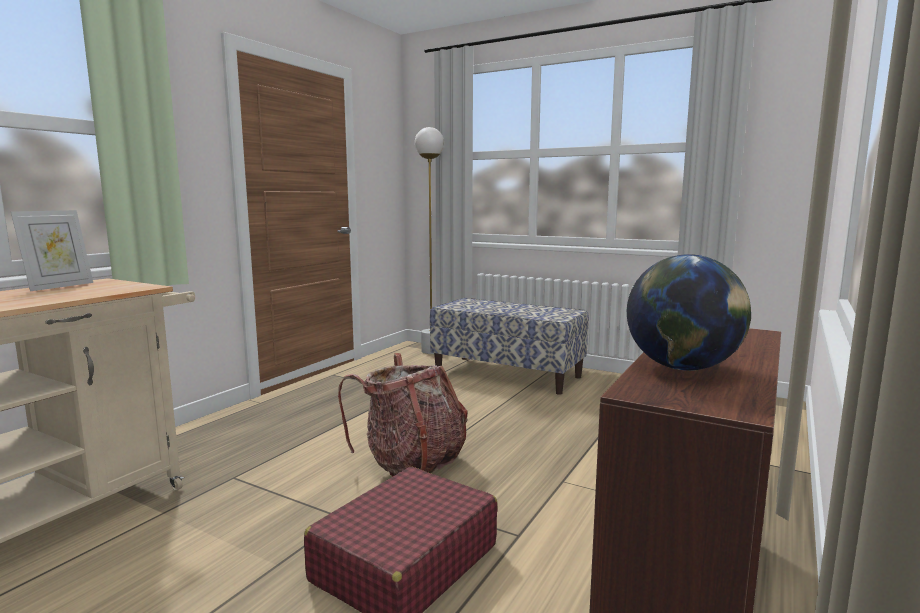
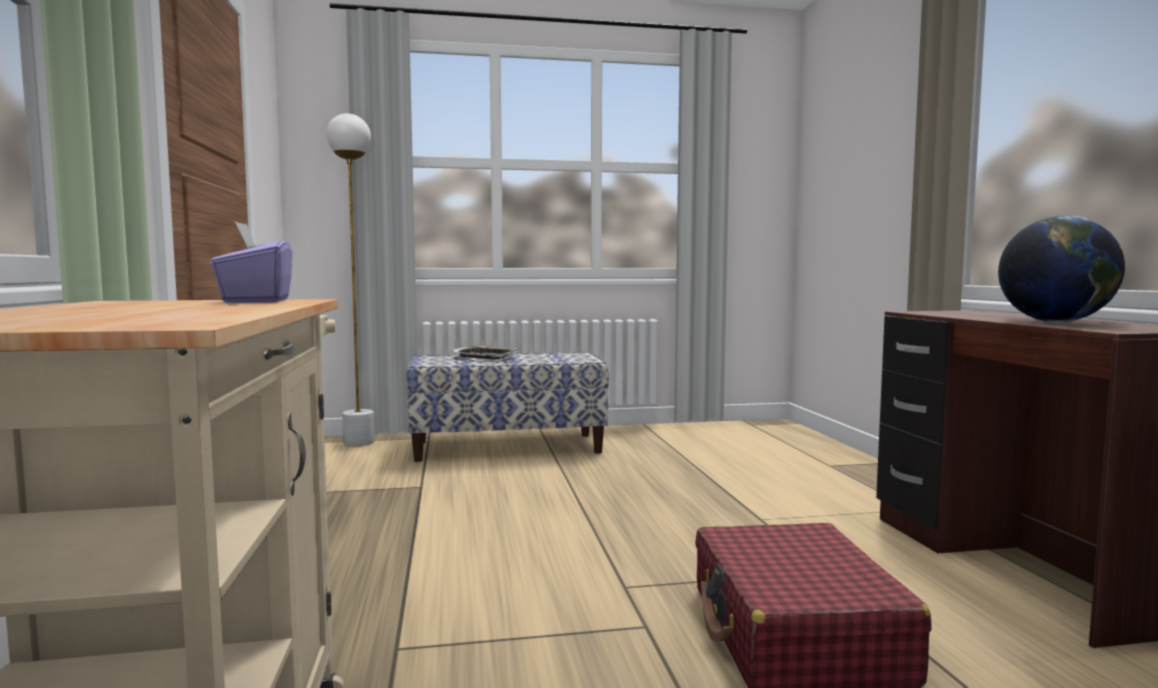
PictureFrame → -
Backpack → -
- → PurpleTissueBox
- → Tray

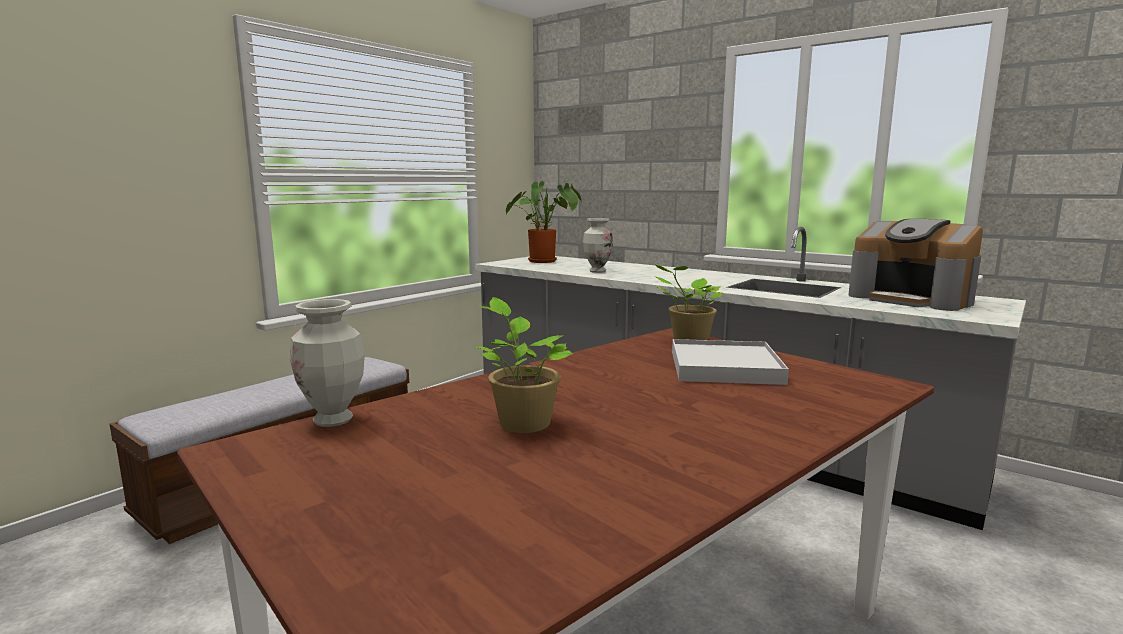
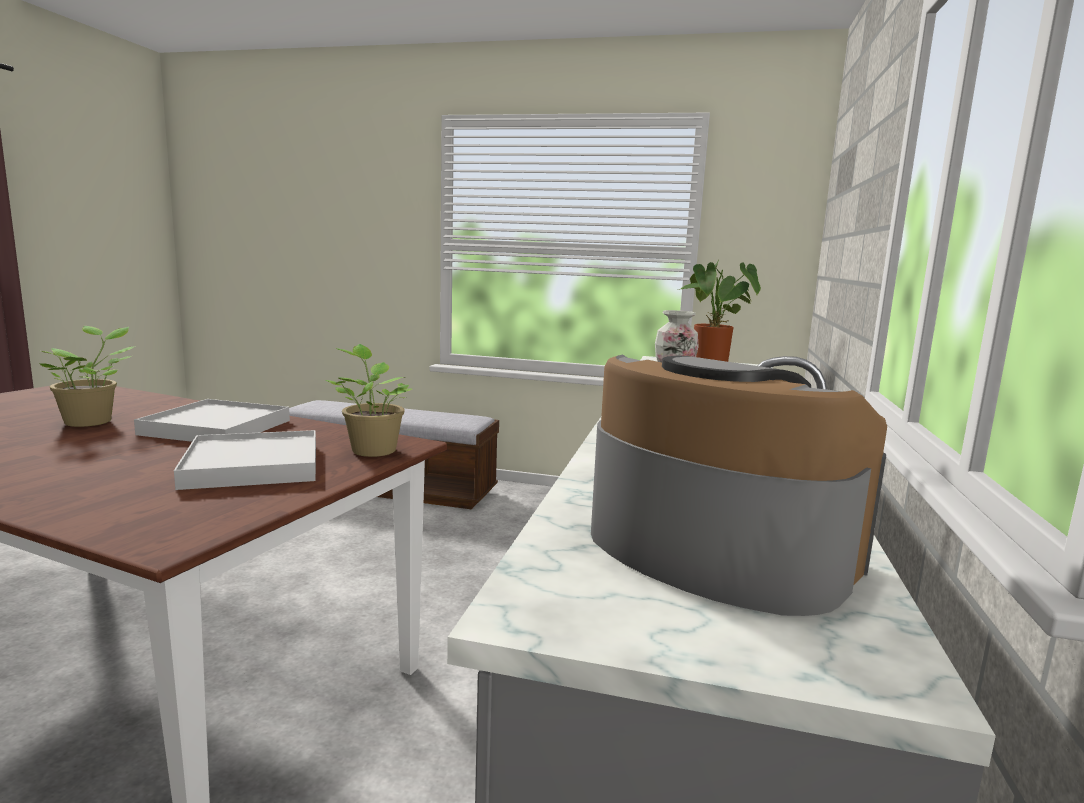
Vase (no. 1 from left) → -
CoffeeMachine, 105 degrees clockwise
- → WhiteTray (no. 1 from left)

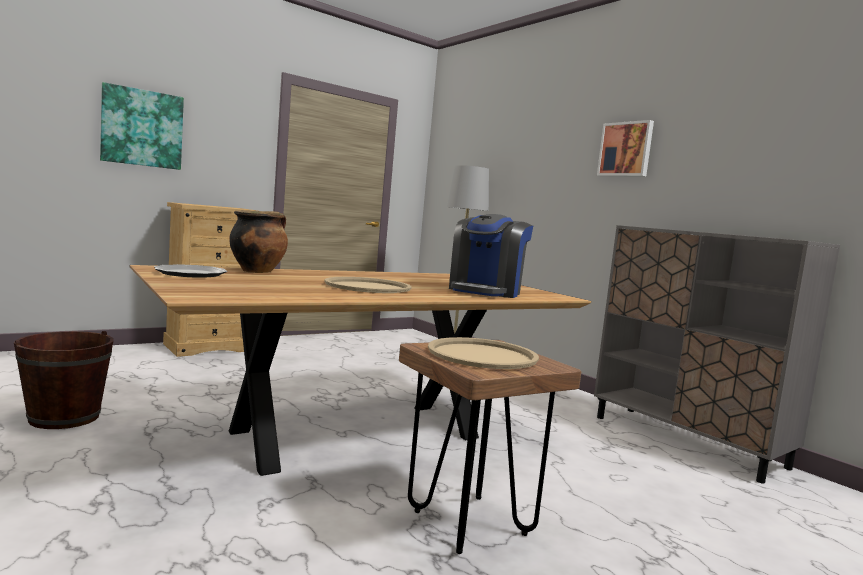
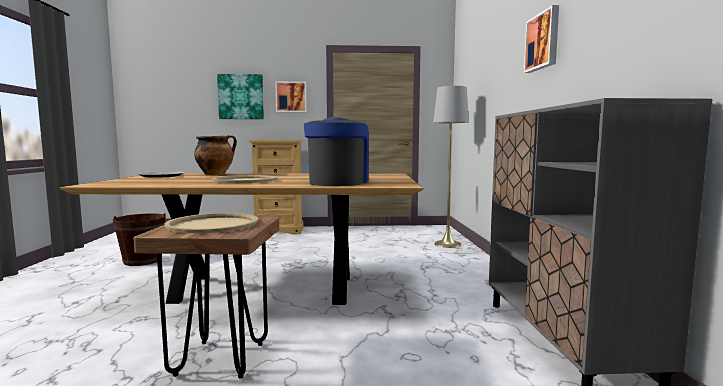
CoffeeMachine, 135 degrees clockwise
- → Picture (no. 2 from left)

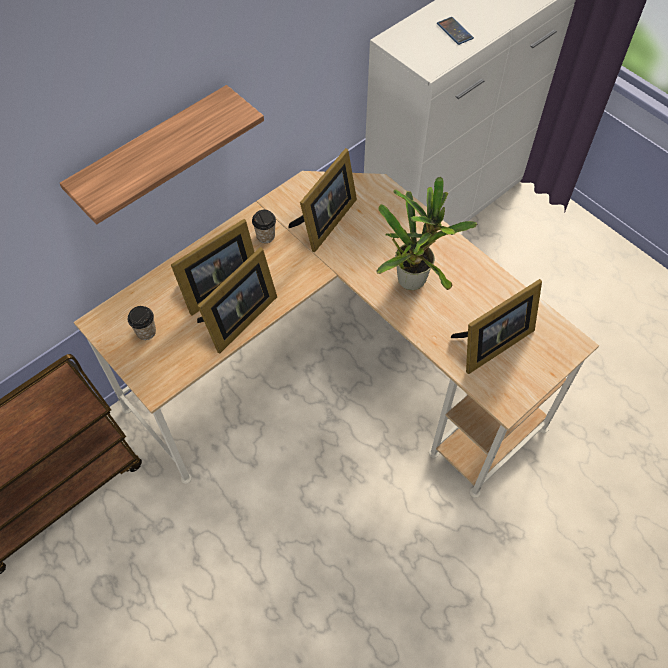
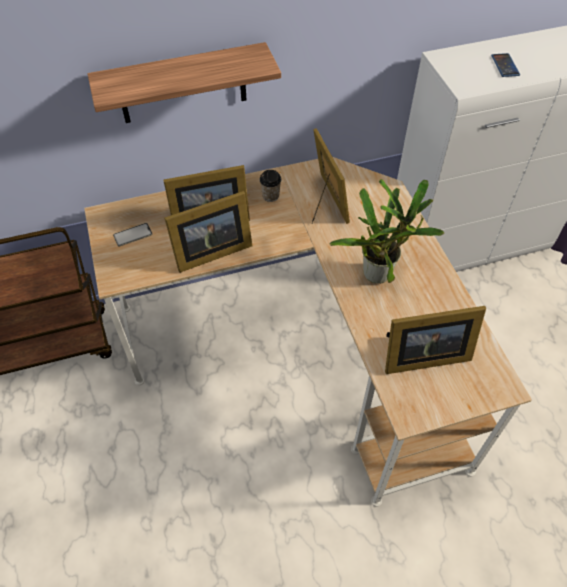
Cup (no. 1 from left) → Phone (no. 1 from left)
PictureFrame (no. 3 from left), 75 degrees counterclockwise

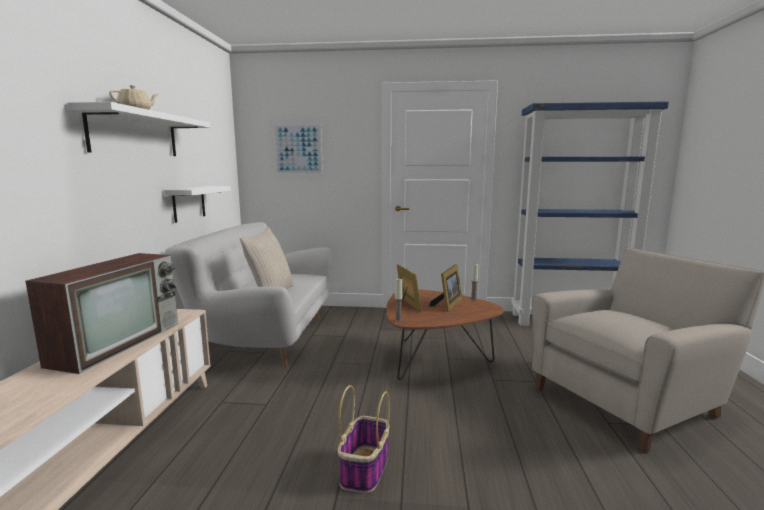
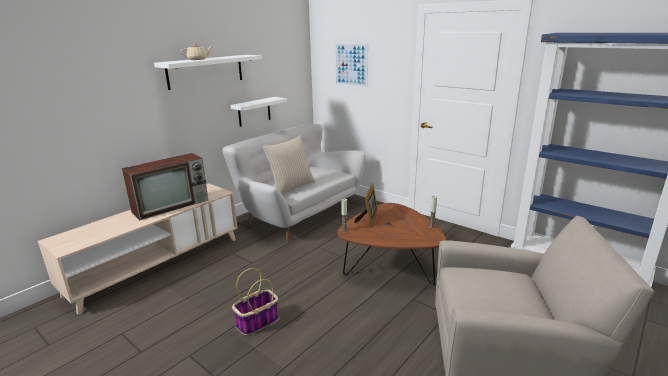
PictureFrame (no. 2 from left) → -

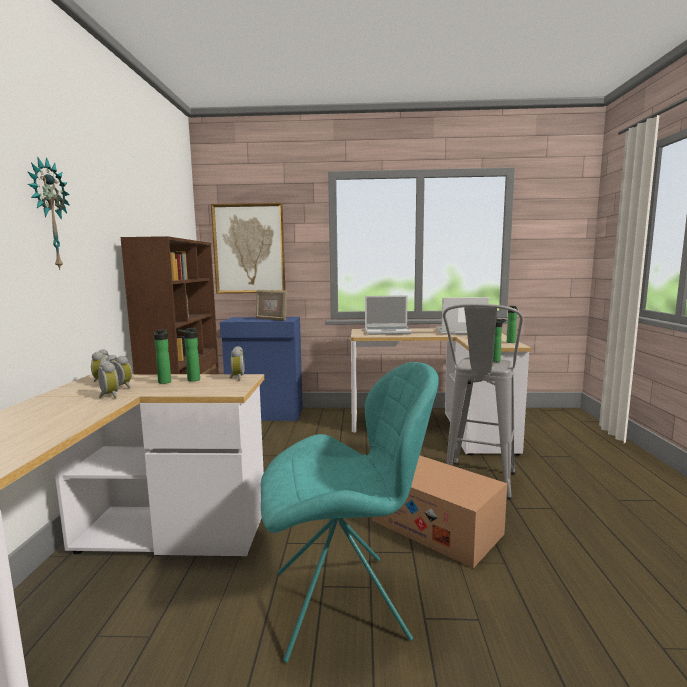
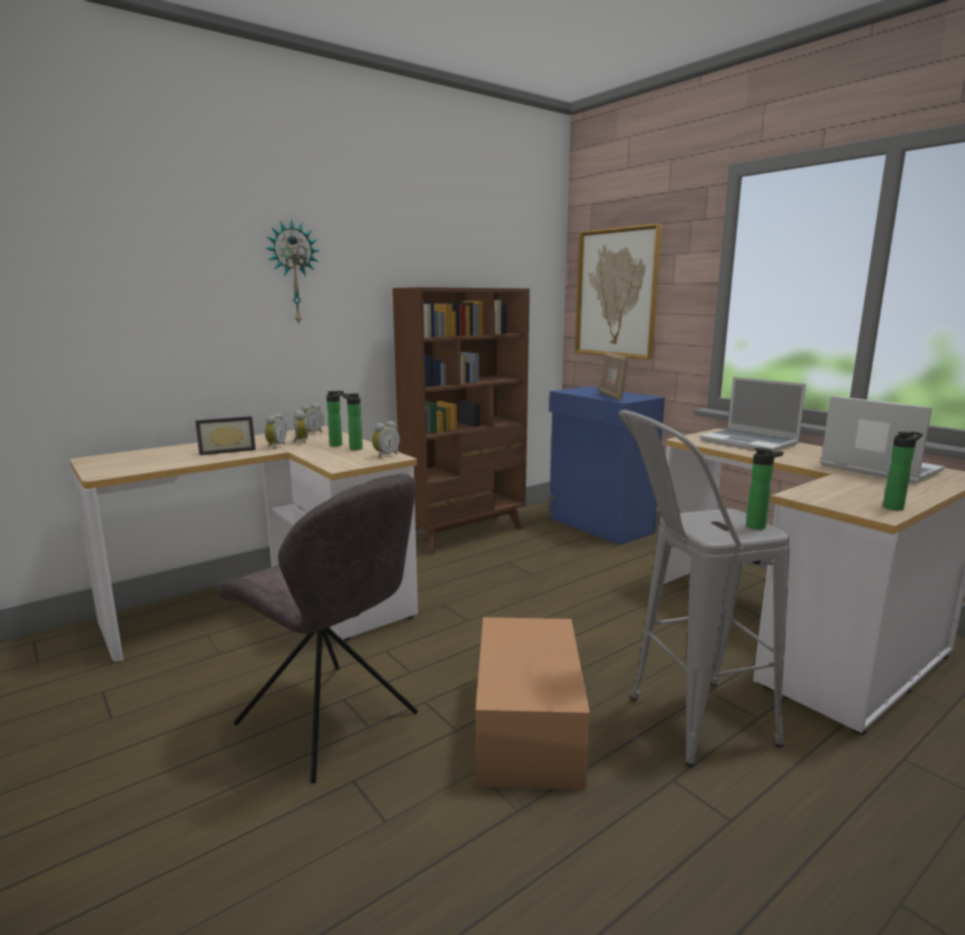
TurquoiseChair → GreyChair
- → PictureFrame (no. 1 from left)

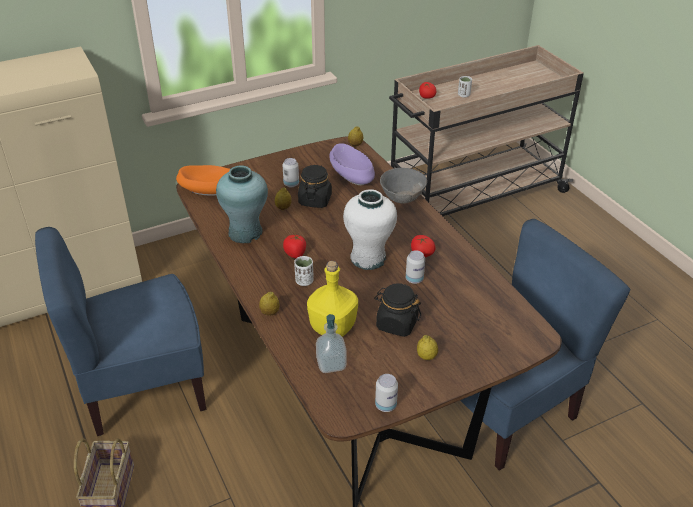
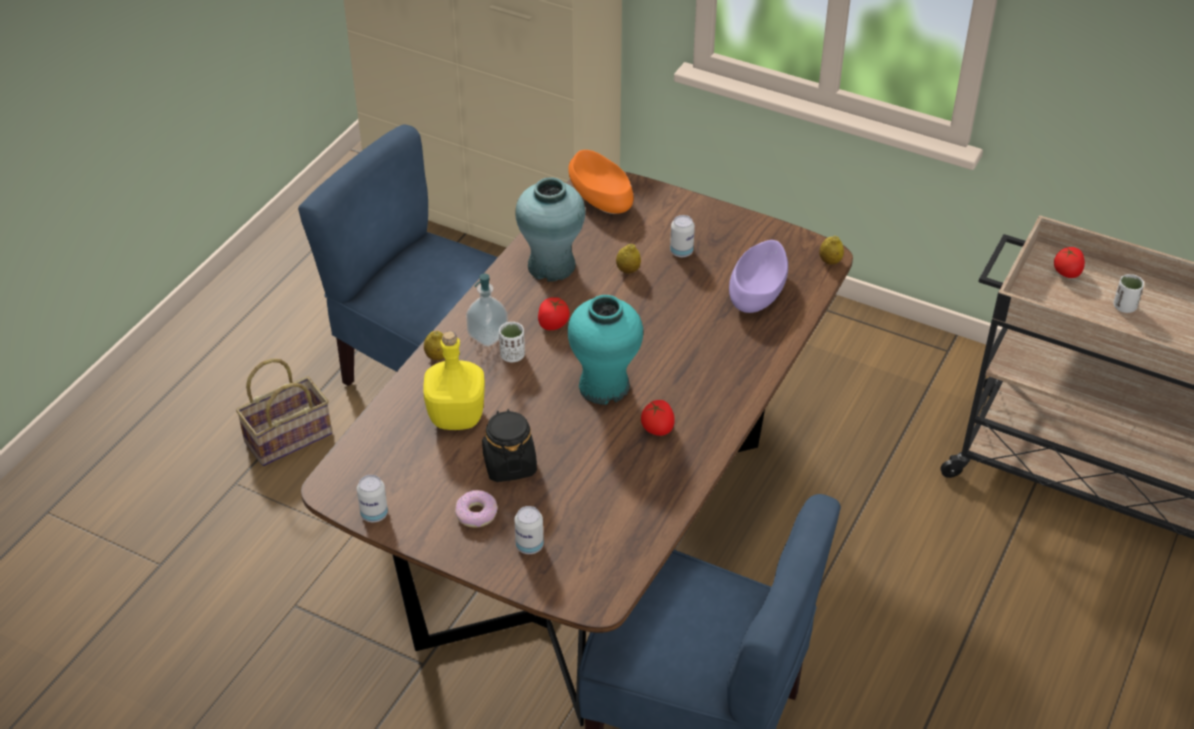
BlackJar (no. 1 from left) → -
SoapDispenser, relocated
WhiteVase → TurquoiseVase (no. 2 from left)
GreyBowl → -
Can (no. 3 from left in the first image) → Can (no. 2 from left), relocated
Lemon (no. 4 from left) → Donut

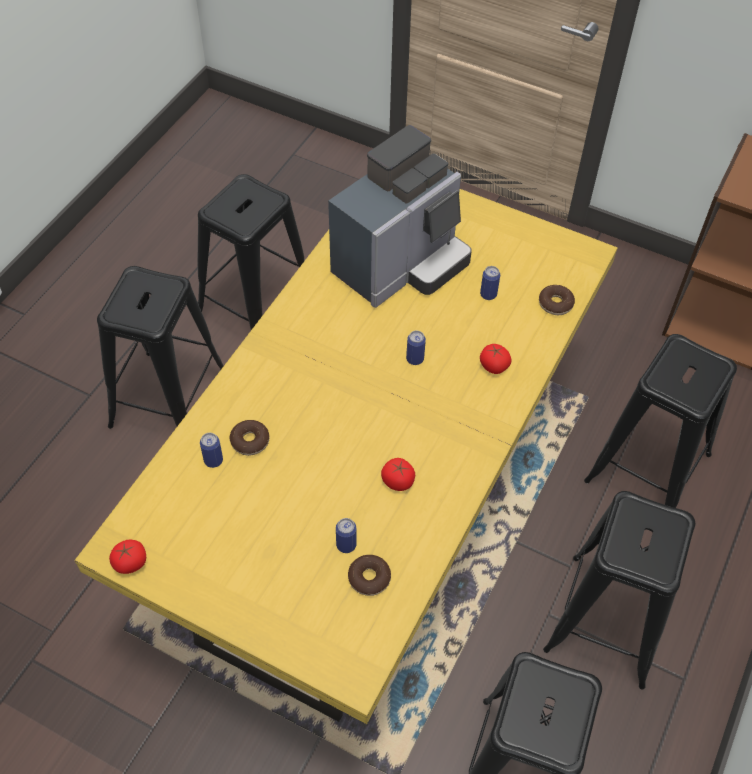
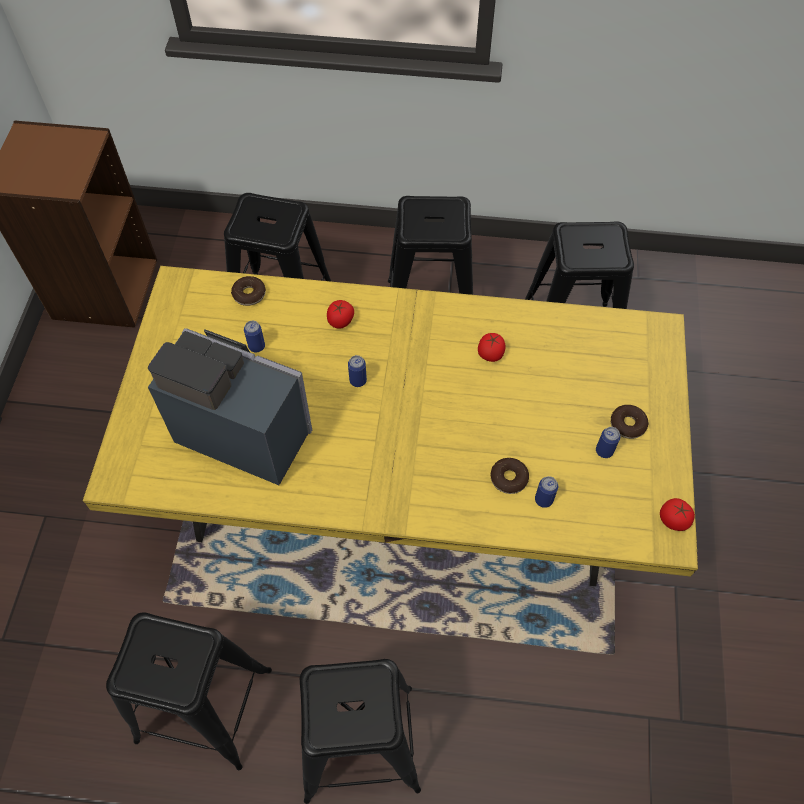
Can (no. 2 from left in the first image) → Can (no. 4 from left), relocated
Donut (no. 2 from left in the first image) → Donut (no. 3 from left), relocated

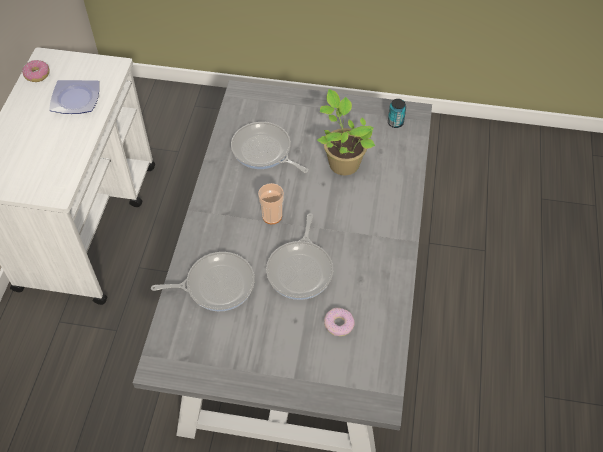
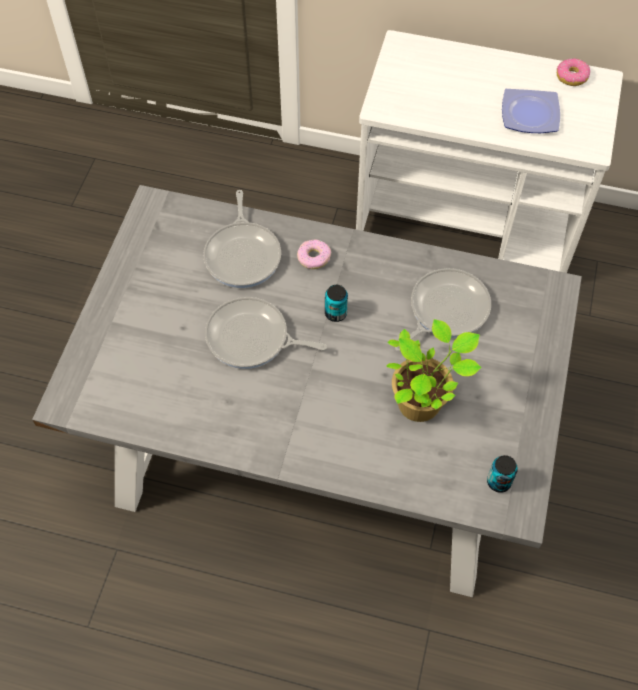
Cup → Can (no. 1 from left)
Donut (no. 2 from left in the first image) → Donut (no. 1 from left), relocated

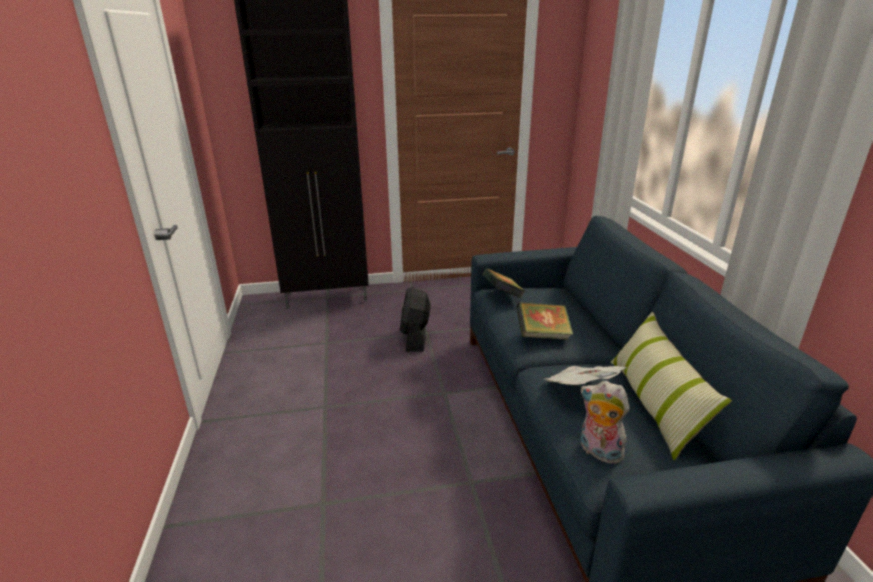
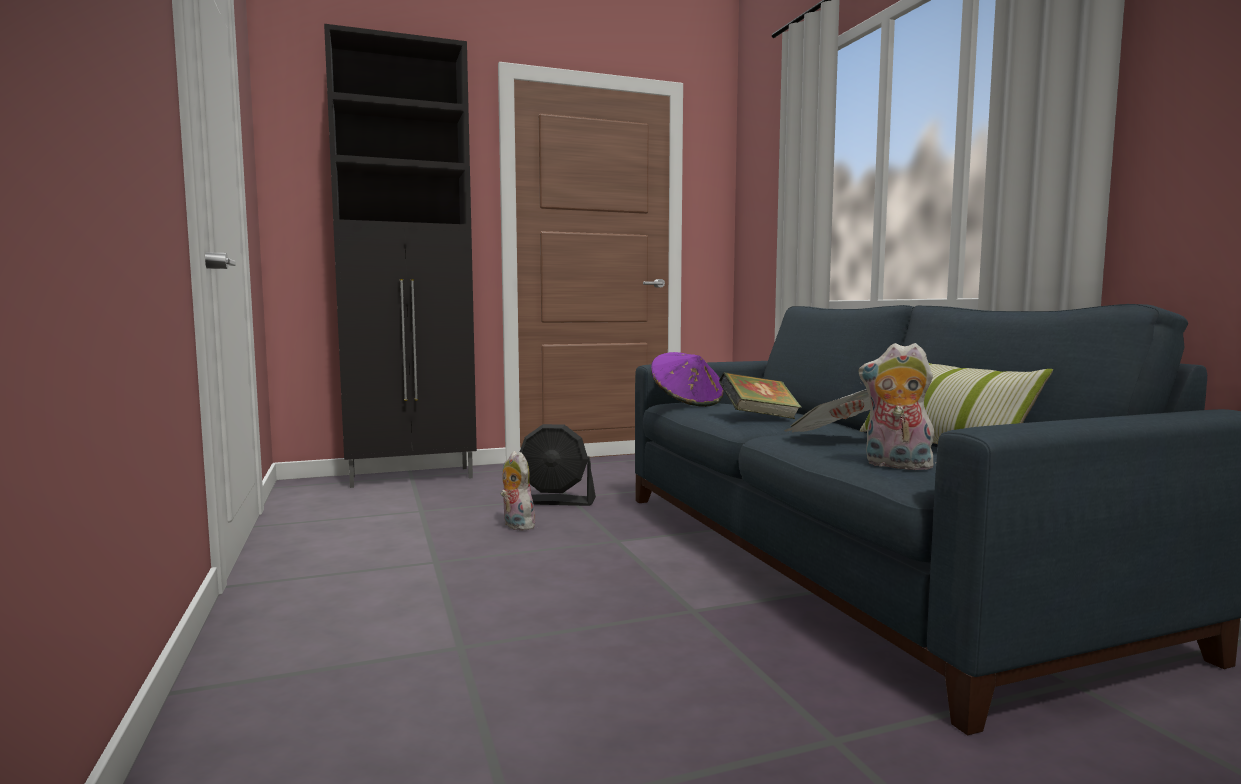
BlackFan, 75 degrees counterclockwise
Book (no. 1 from left) → PurpleHat
- → PlushToy (no. 1 from left)

